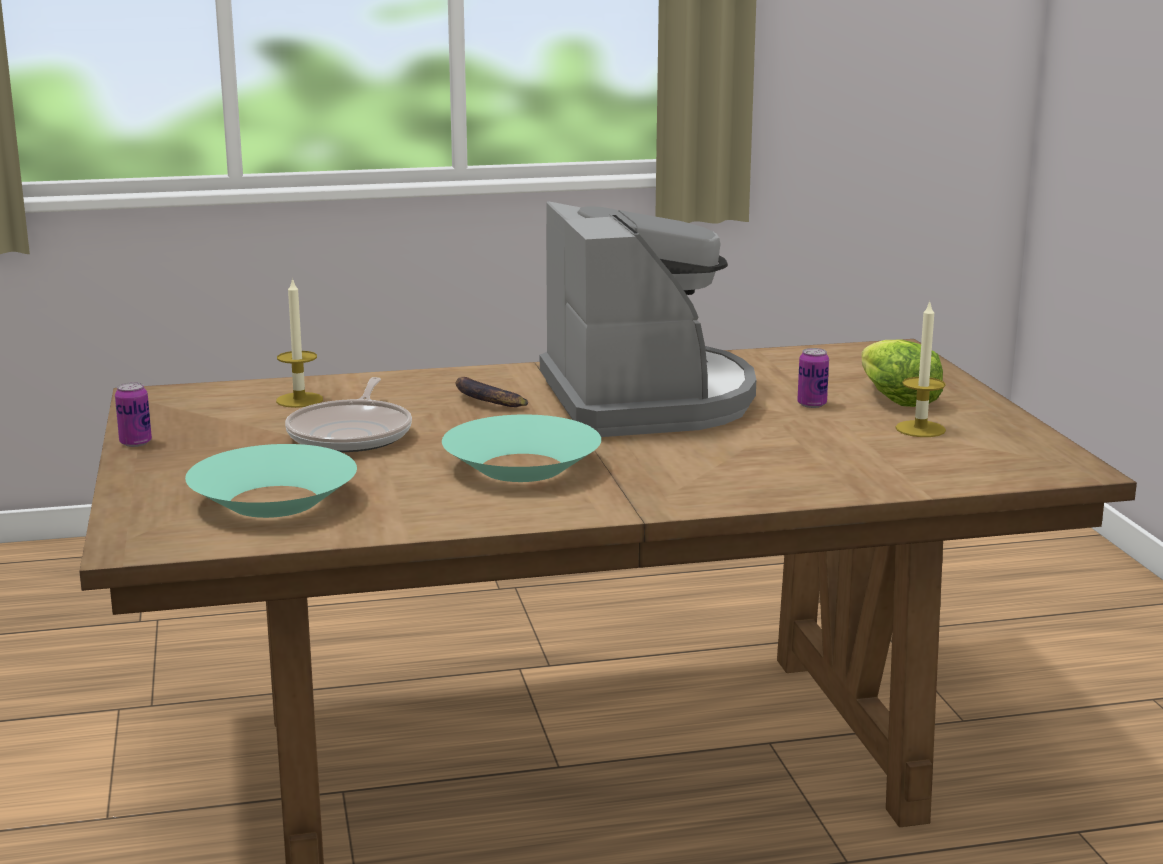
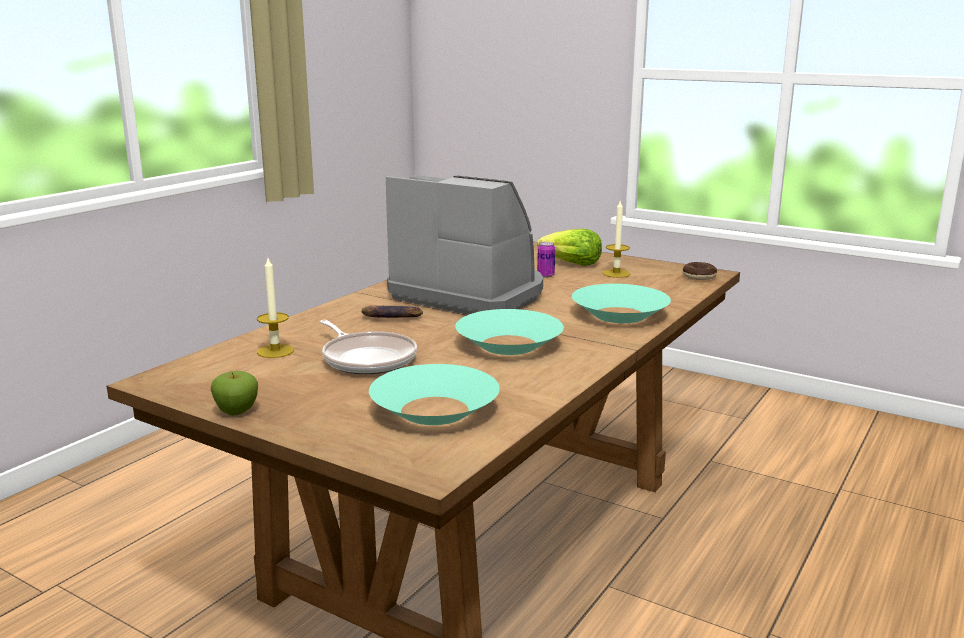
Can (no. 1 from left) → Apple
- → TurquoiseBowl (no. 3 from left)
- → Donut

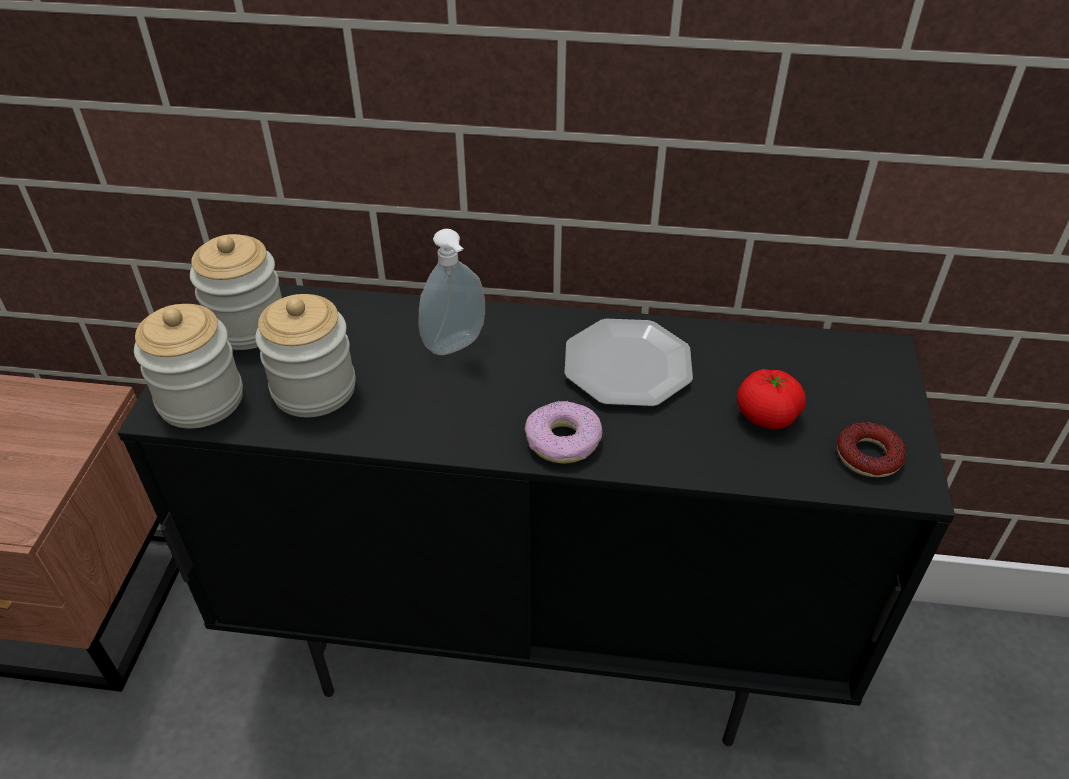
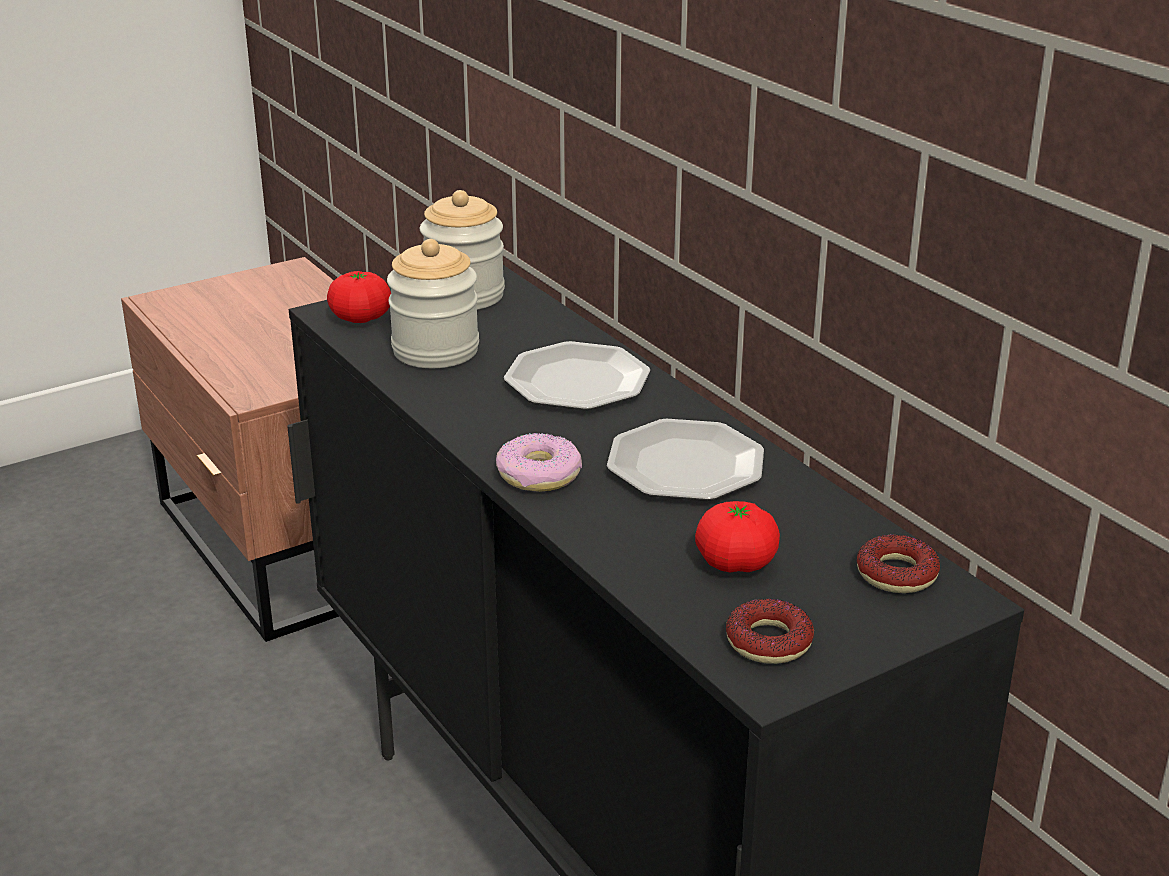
Jar (no. 1 from left) → Tomato (no. 1 from left)
SoapDispenser → Plate (no. 1 from left)
- → Donut (no. 3 from left)

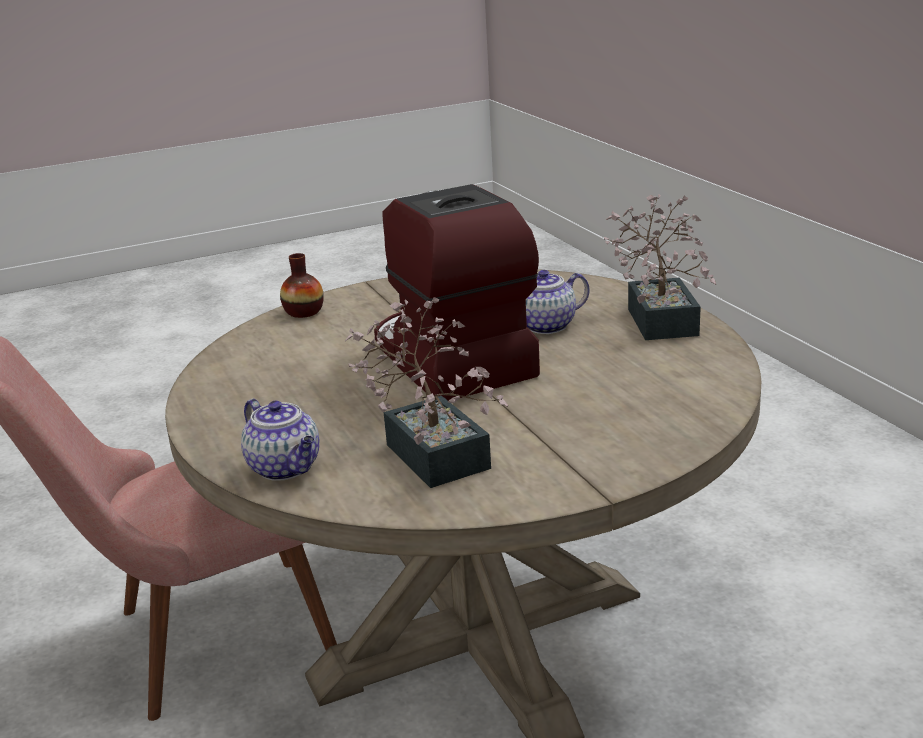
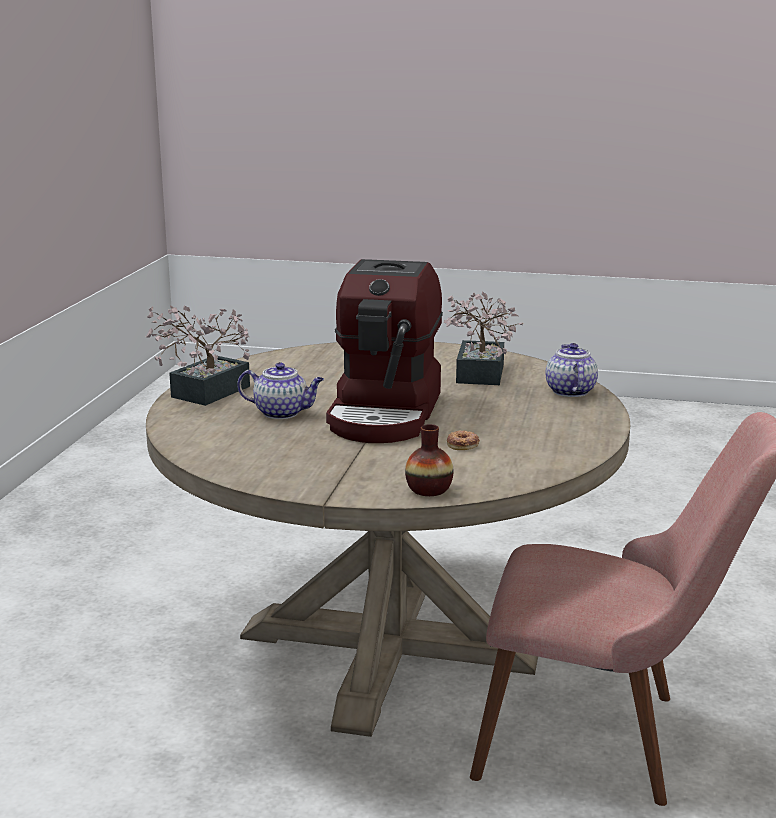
- → Donut

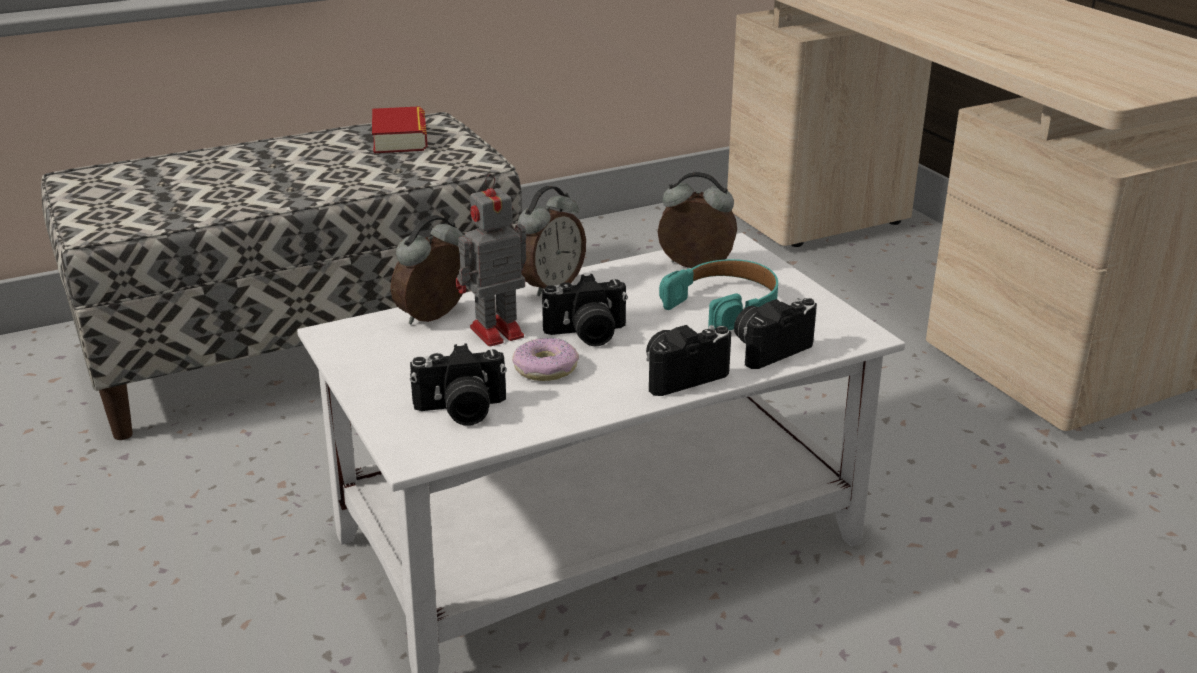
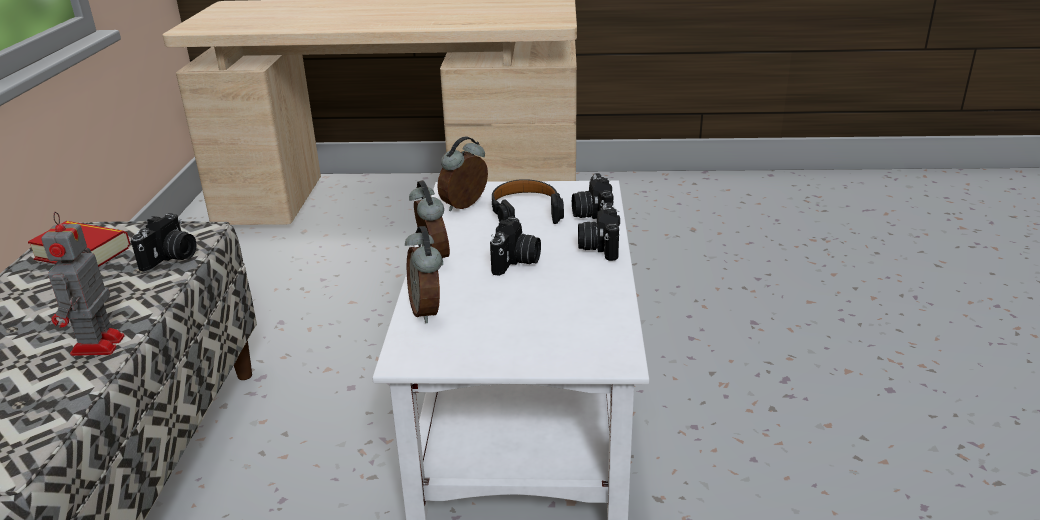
PhotoCamera (no. 1 from left), relocated
ToyRobot, relocated
Donut → -
TurquoiseHeadphones → BlackHeadphones

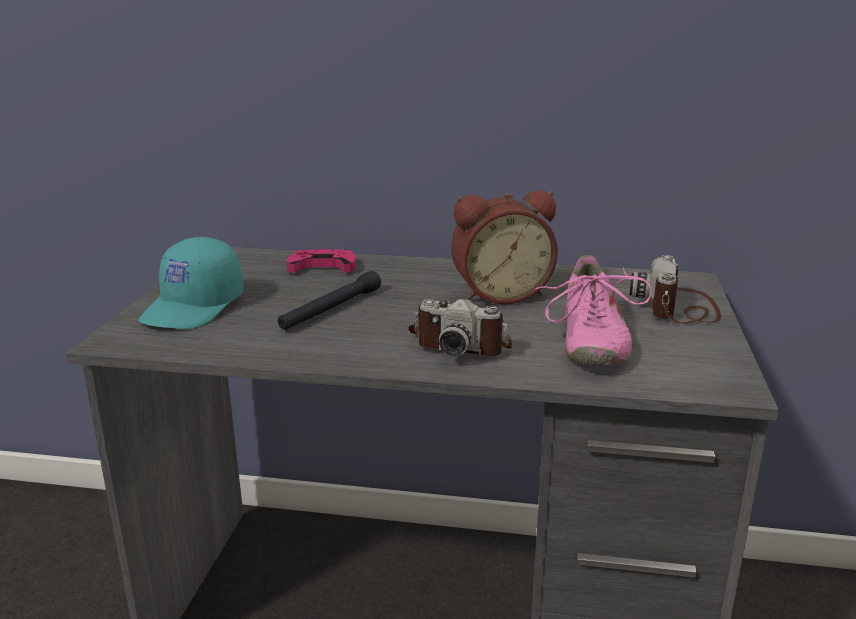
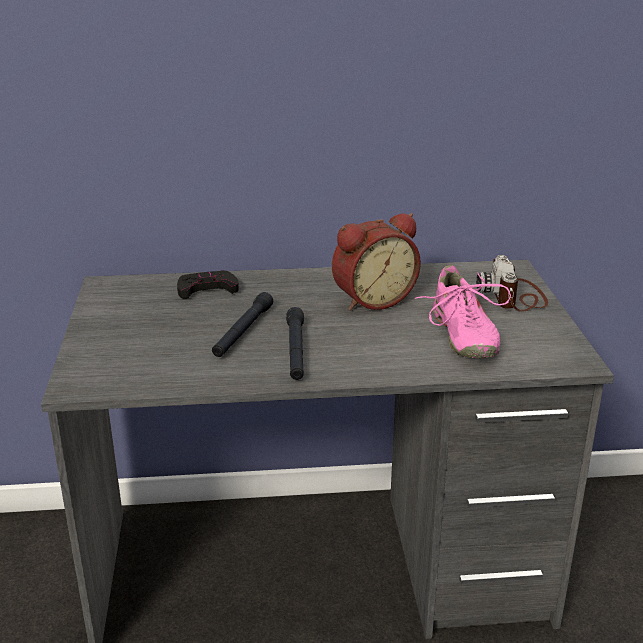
TurquoiseCap → -
PinkGameController → BlackGameController
PhotoCamera (no. 1 from left) → -
- → BlackFlashlight (no. 2 from left)

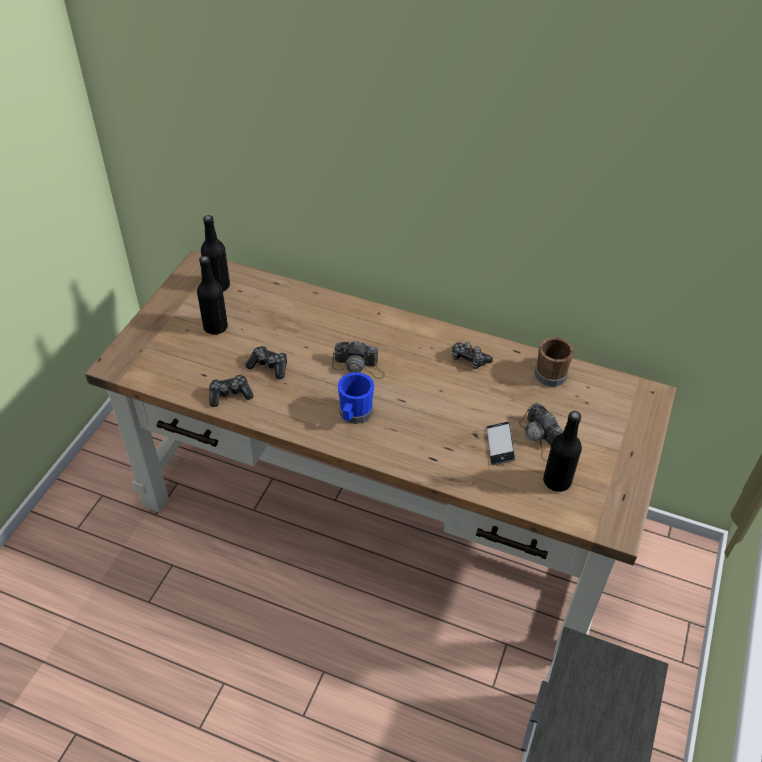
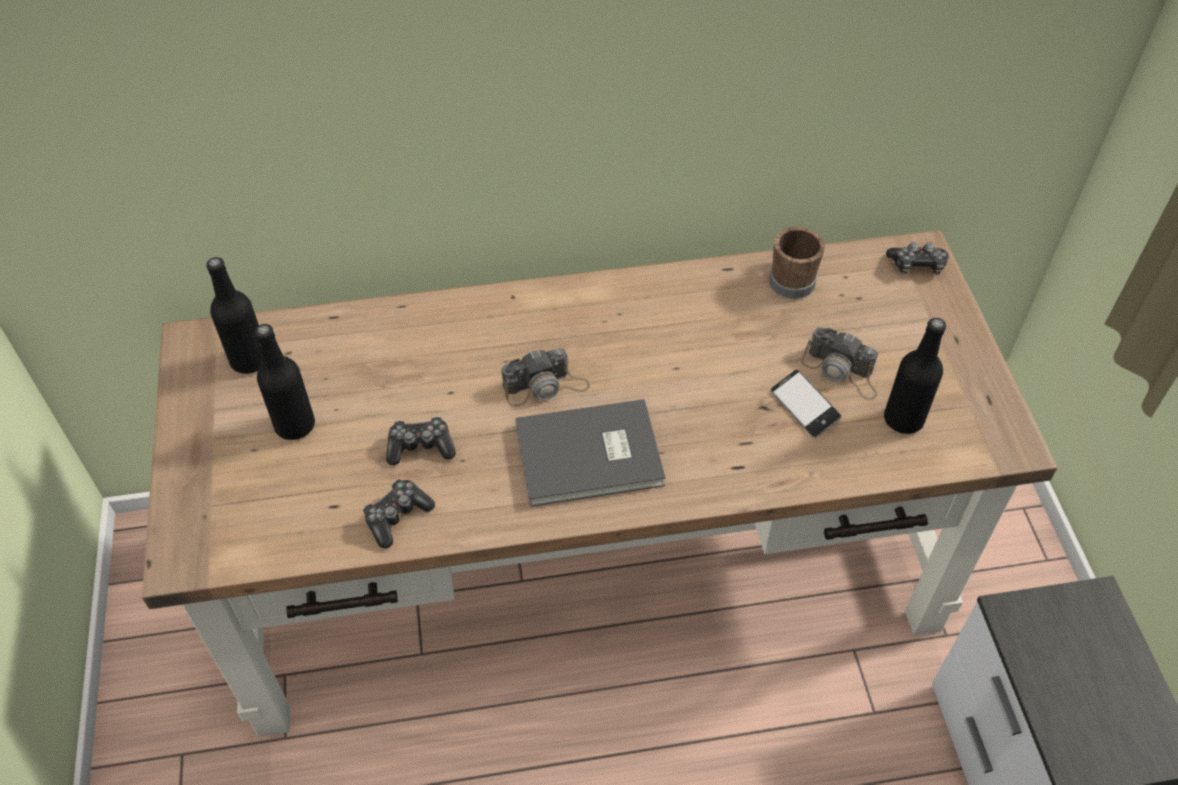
BlueMug → GreyBook
GameController (no. 3 from left), relocated

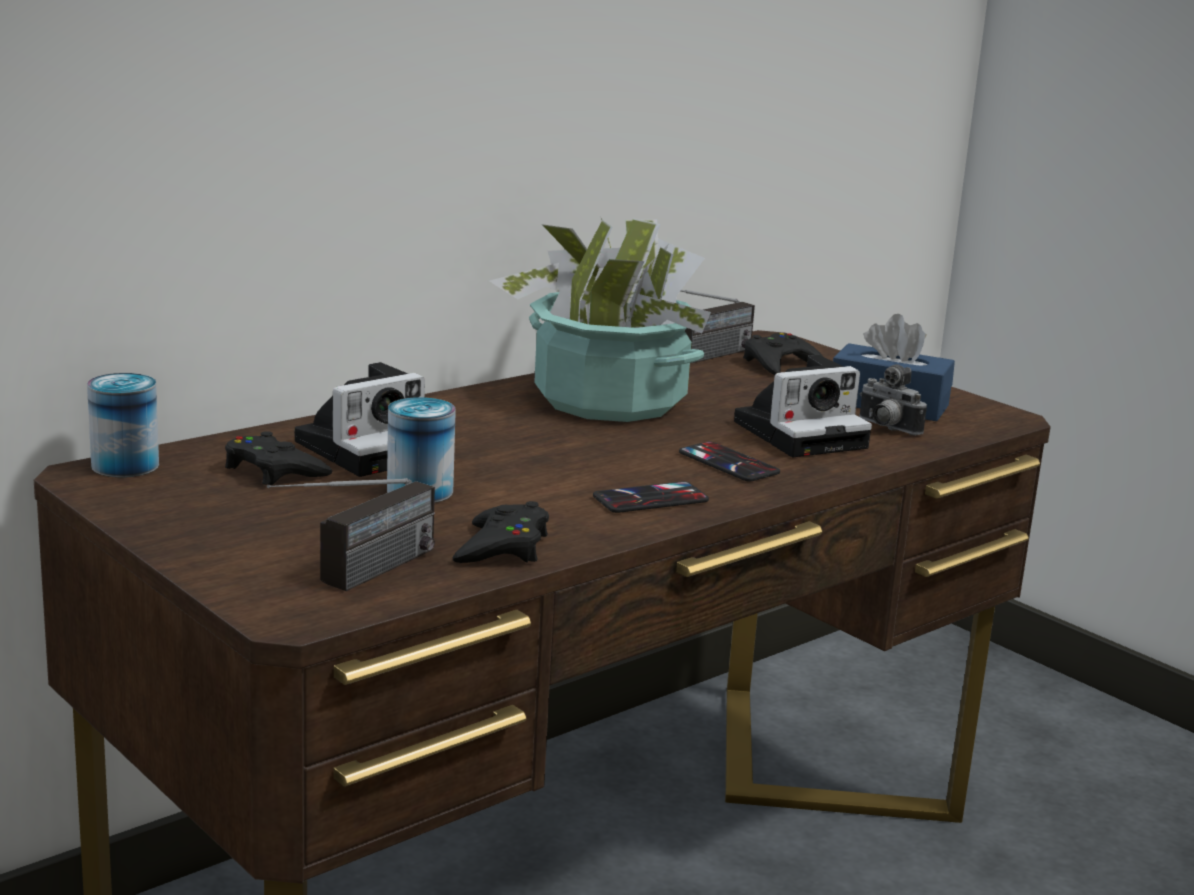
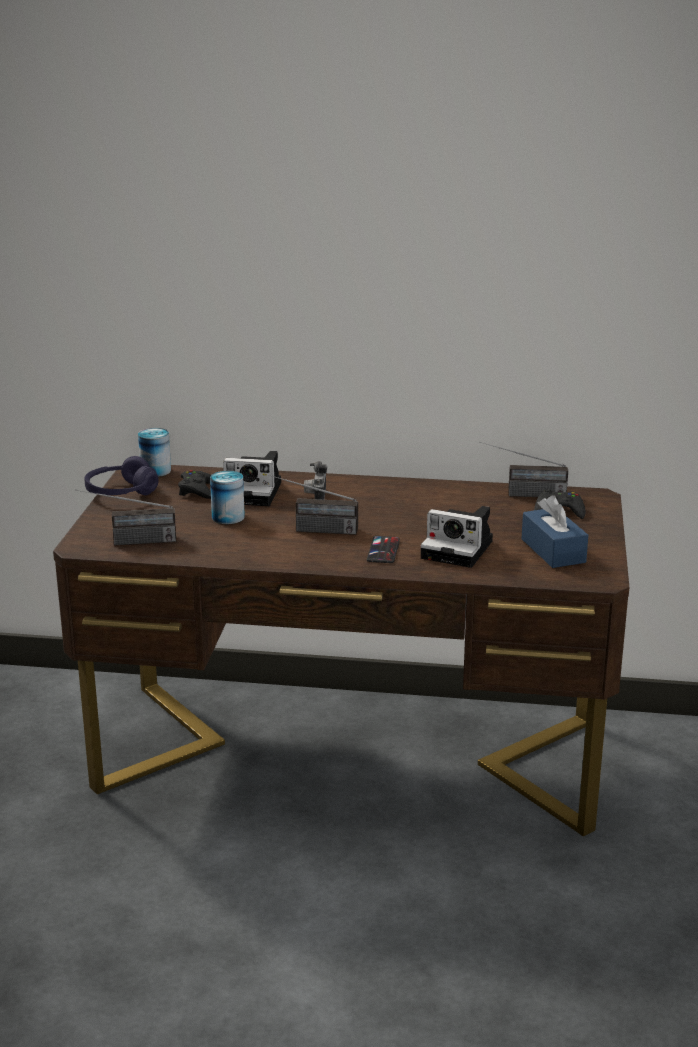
BlackGameController (no. 2 from left) → -
PottedPlant → -
Phone (no. 1 from left) → -
PhotoCamera (no. 3 from left in the first image) → PhotoCamera (no. 2 from left), relocated
- → PurpleHeadphones
- → Radio (no. 2 from left)

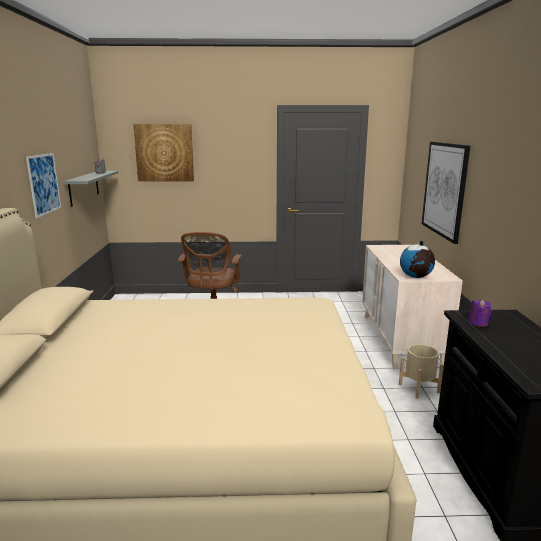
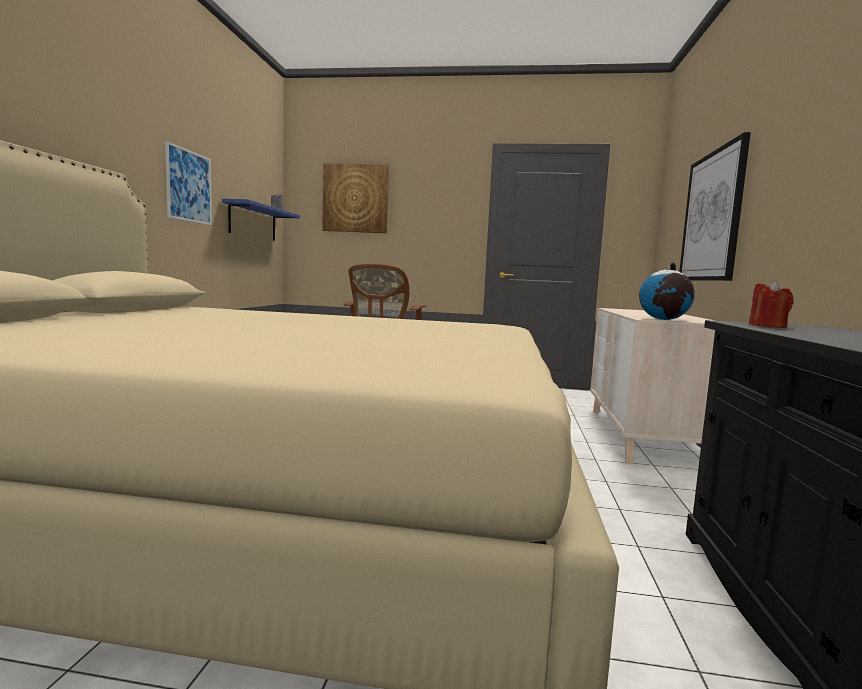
GreyShelf → BlueShelf
BeigePlanter → -
PurpleCandle → RedCandle

